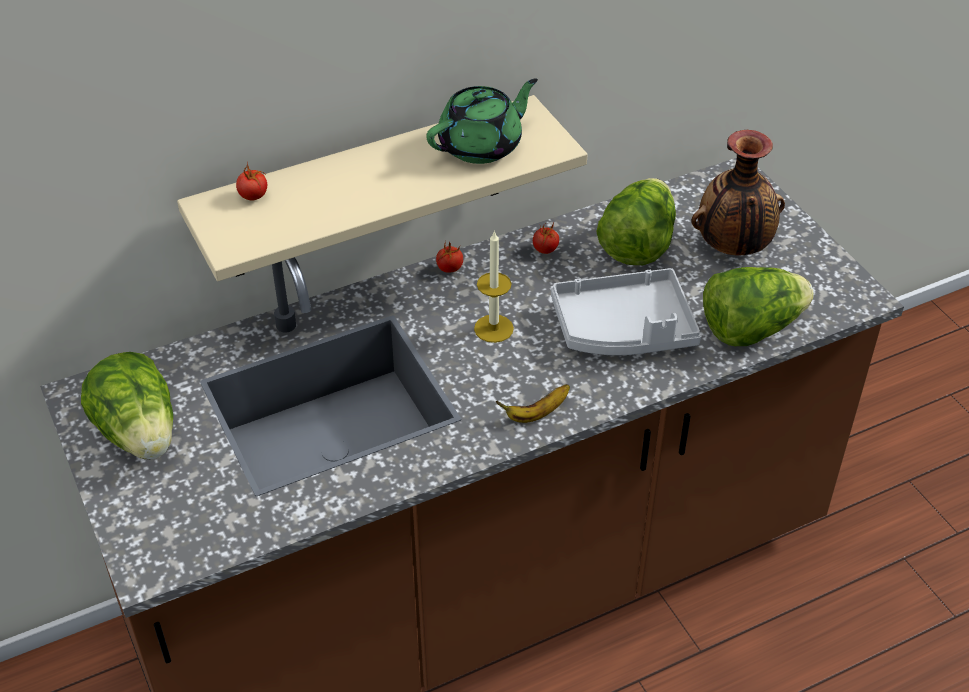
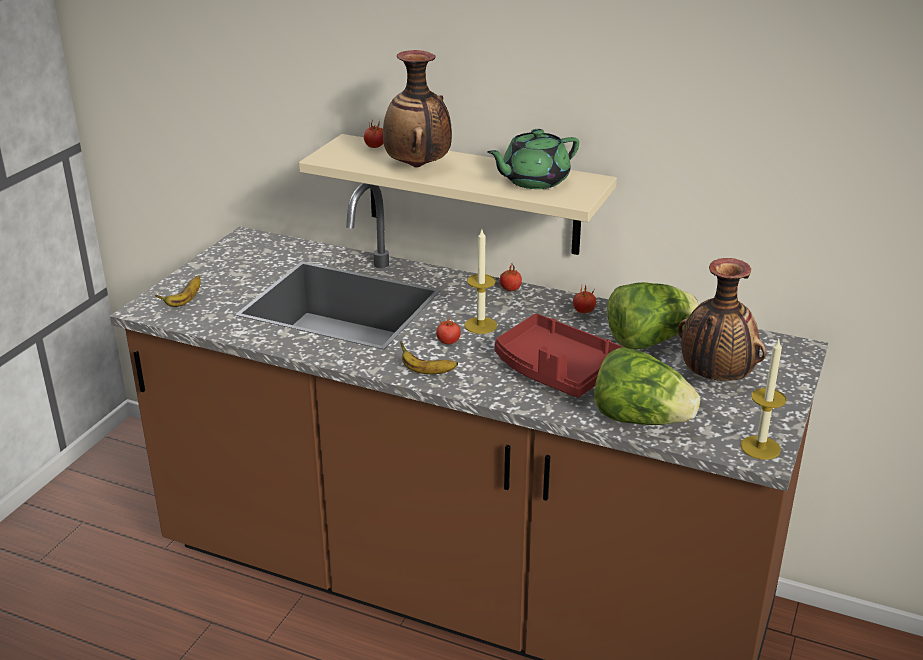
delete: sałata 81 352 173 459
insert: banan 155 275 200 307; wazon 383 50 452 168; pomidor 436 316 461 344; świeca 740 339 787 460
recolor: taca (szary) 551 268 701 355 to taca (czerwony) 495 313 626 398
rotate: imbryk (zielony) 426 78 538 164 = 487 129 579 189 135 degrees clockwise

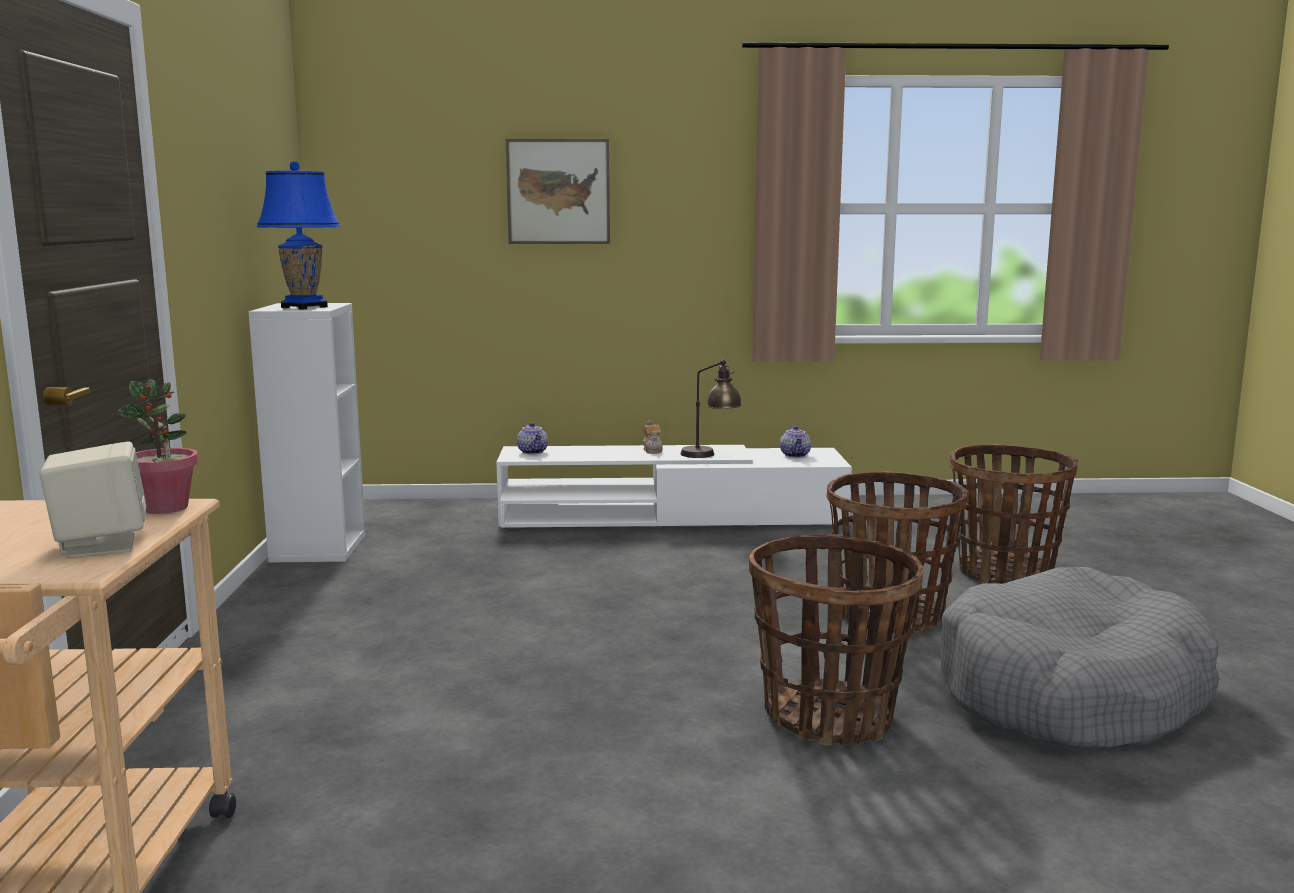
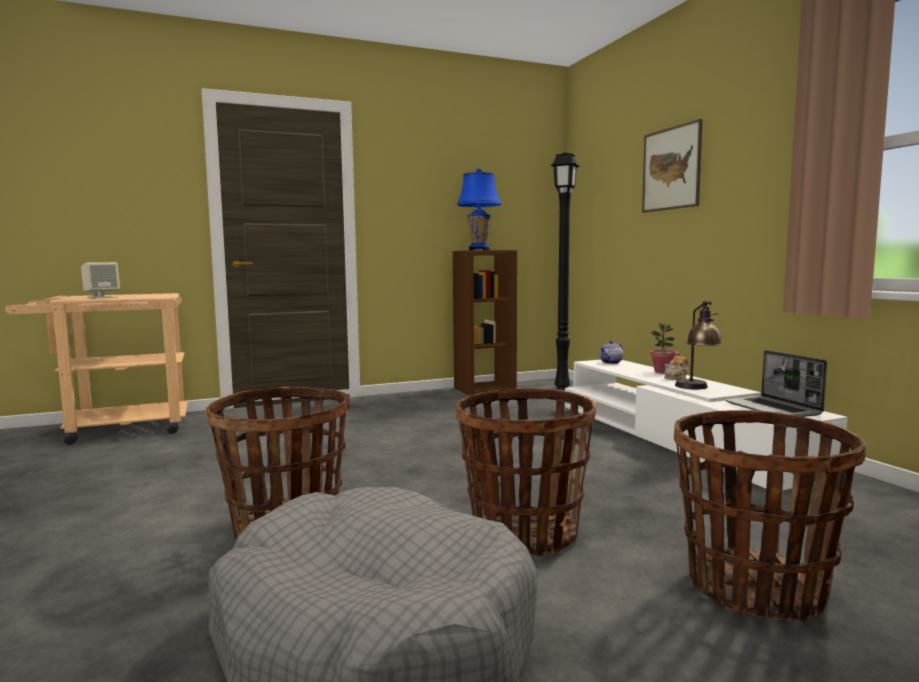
insert: lampa stojąca (czarny) 551 153 580 390
move: roślina doniczkowa 117 379 199 514 to 650 323 676 374
replace: imbryk 780 426 811 458 to laptop 724 350 827 417
recolor: regał (biały) 249 303 365 562 to regał (brązowy) 453 250 517 395

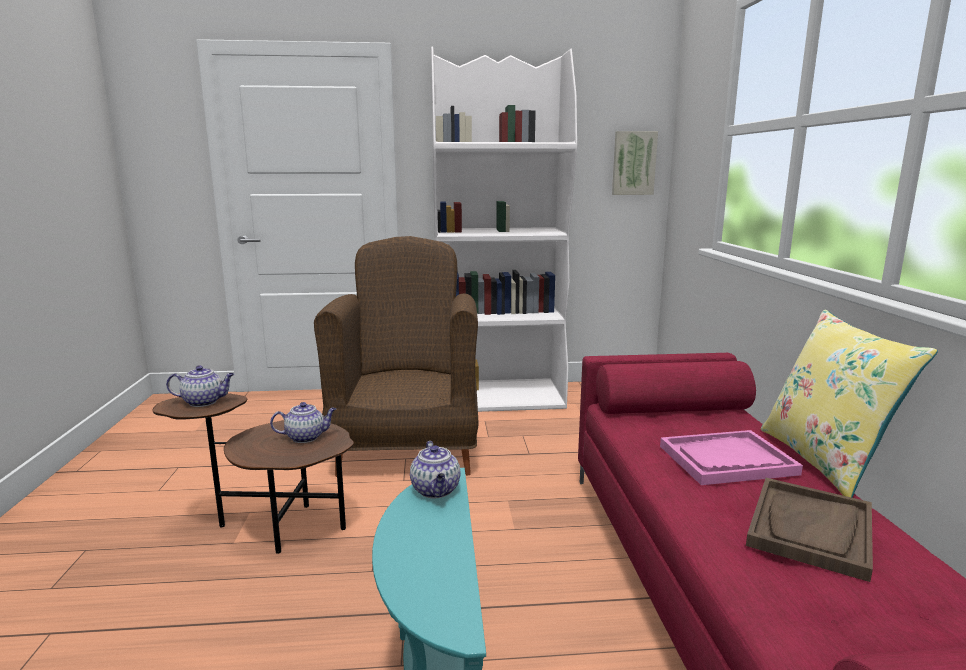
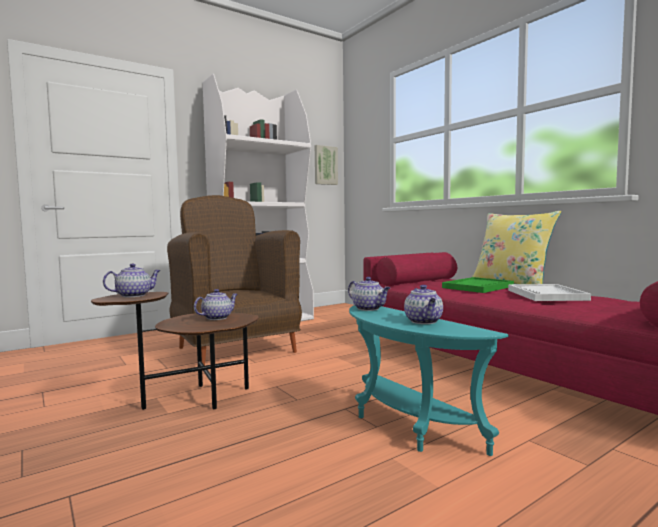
insert: imbryk 404 285 443 324
recolor: taca (różowy) 660 430 803 485 to taca (zielony) 442 277 514 293; taca (brązowy) 746 478 873 582 to taca (biały) 508 284 591 301

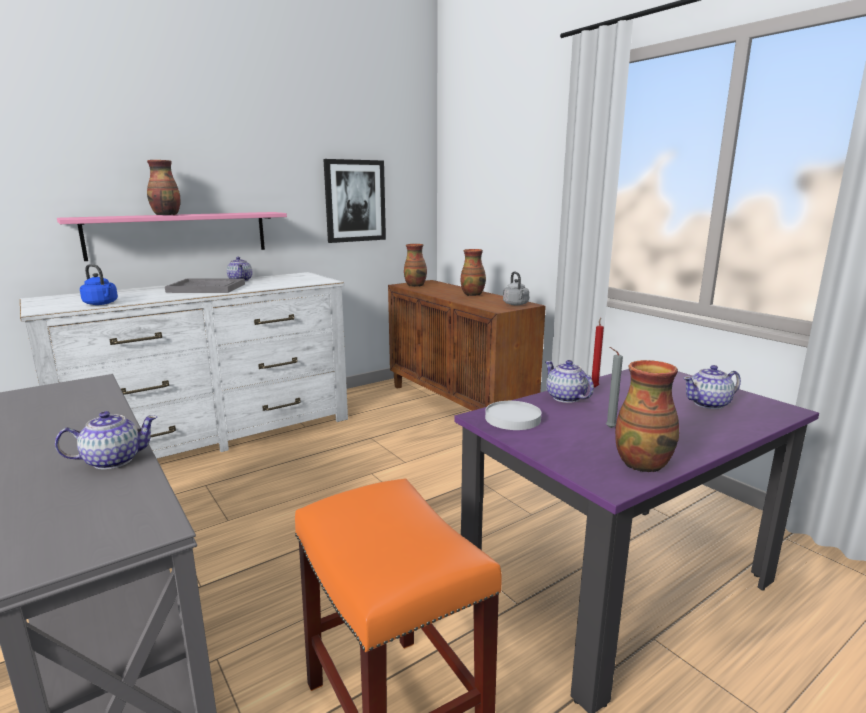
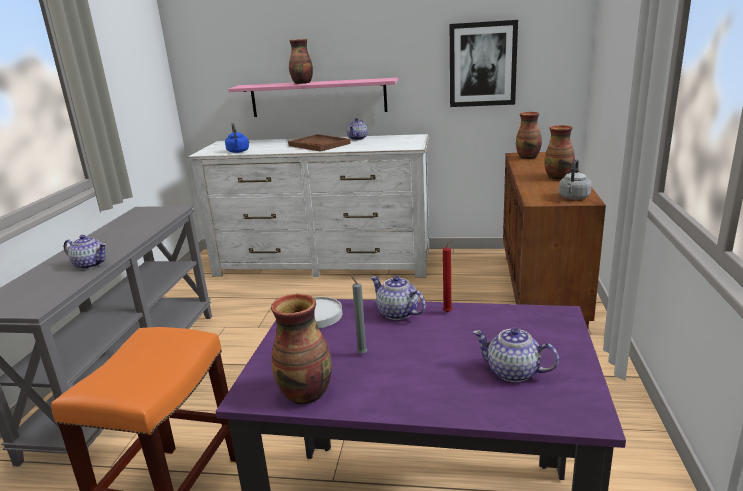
recolor: taca (szary) 165 279 245 293 to taca (brązowy) 288 134 350 152
rotate: imbryk 545 360 594 403 = 371 276 426 320 60 degrees counterclockwise

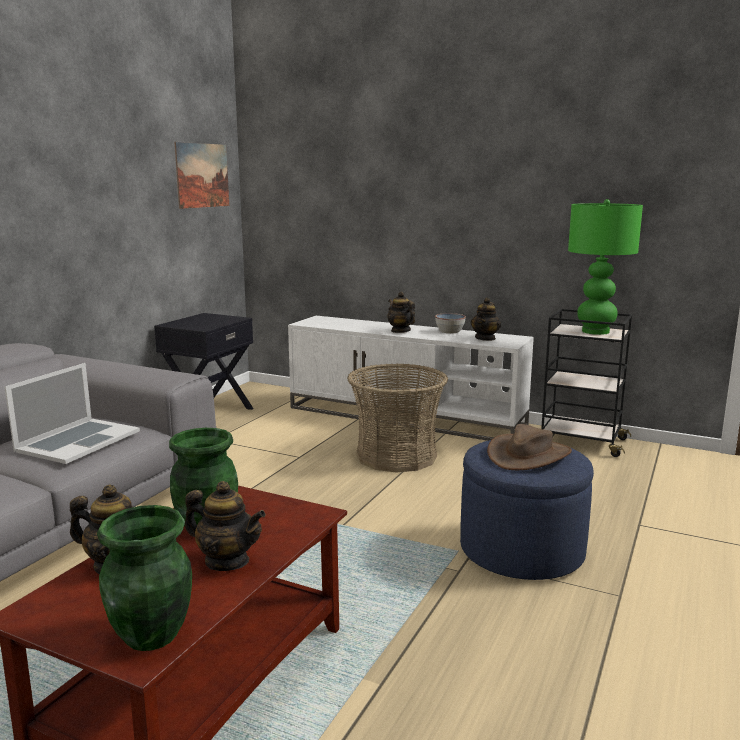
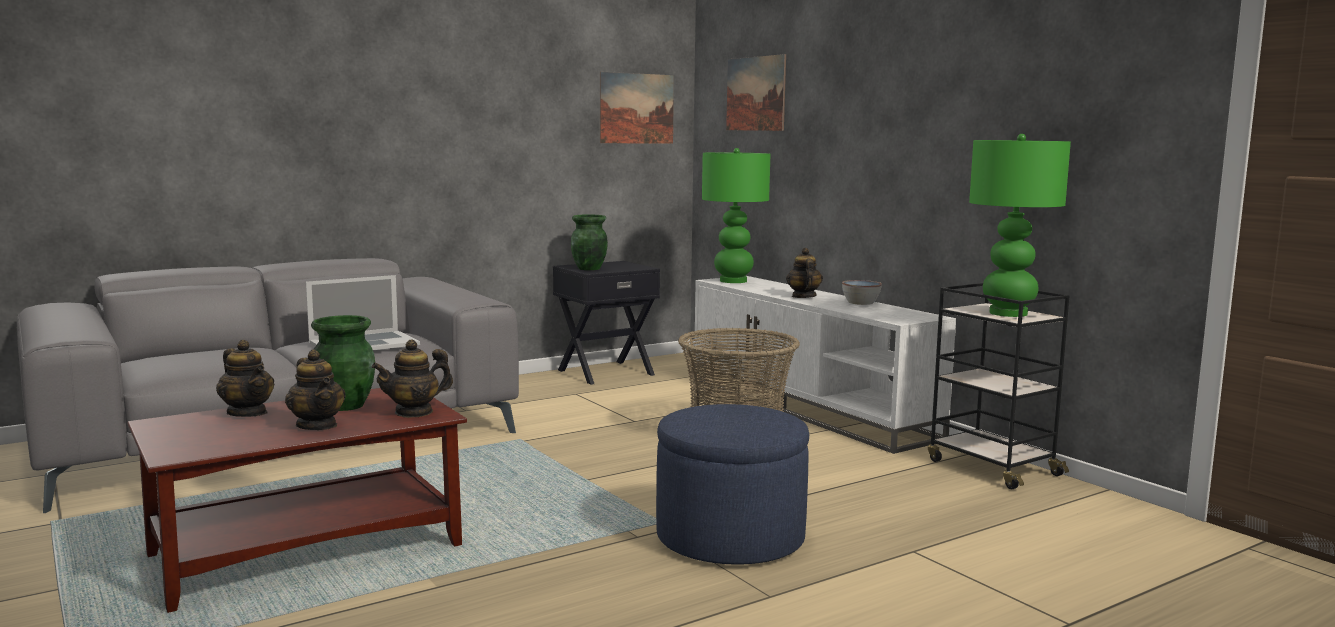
delete: kapelusz (brązowy) 487 424 572 470
insert: lampa stołowa (zielony) 702 148 771 283; obraz 726 54 786 131
move: wazon (zielony) 97 505 192 651 to 571 214 608 270; imbryk 471 298 501 341 to 372 340 453 418

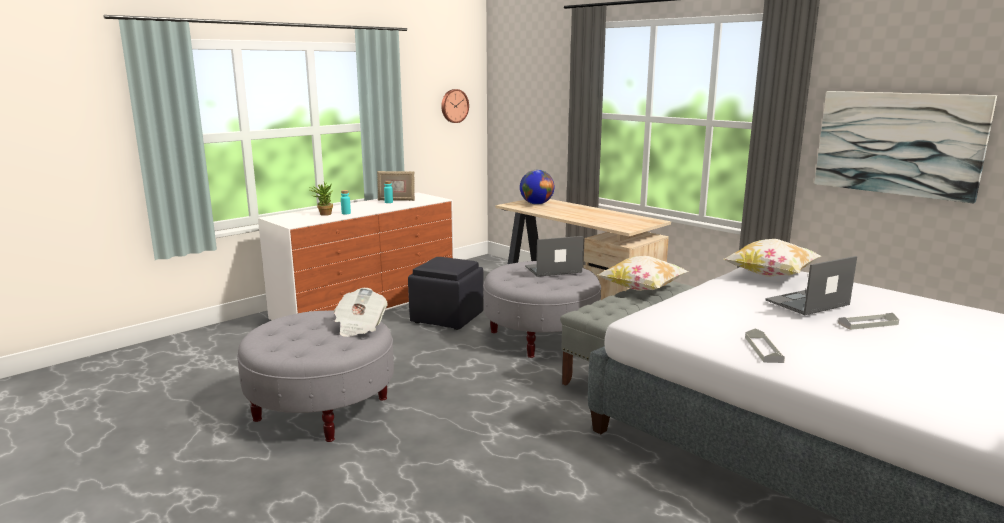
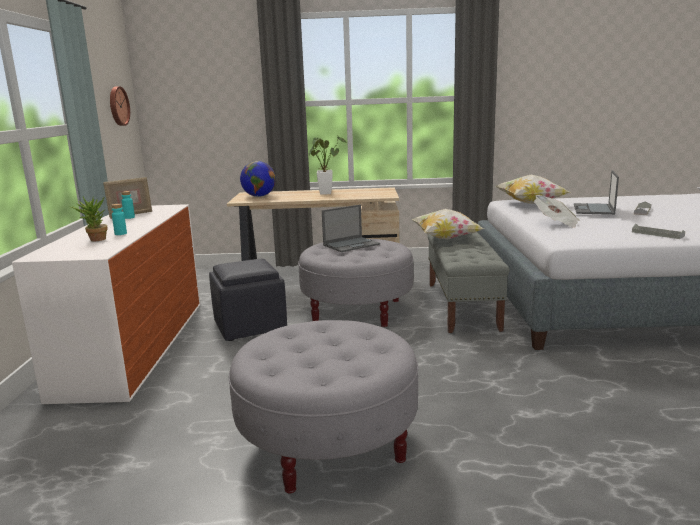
delete: obraz 814 91 997 204
insert: roślina doniczkowa 309 135 347 195
move: gazeta 334 288 388 337 to 534 195 580 228
rotate: laptop 525 236 583 277 = 322 204 380 252 150 degrees counterclockwise

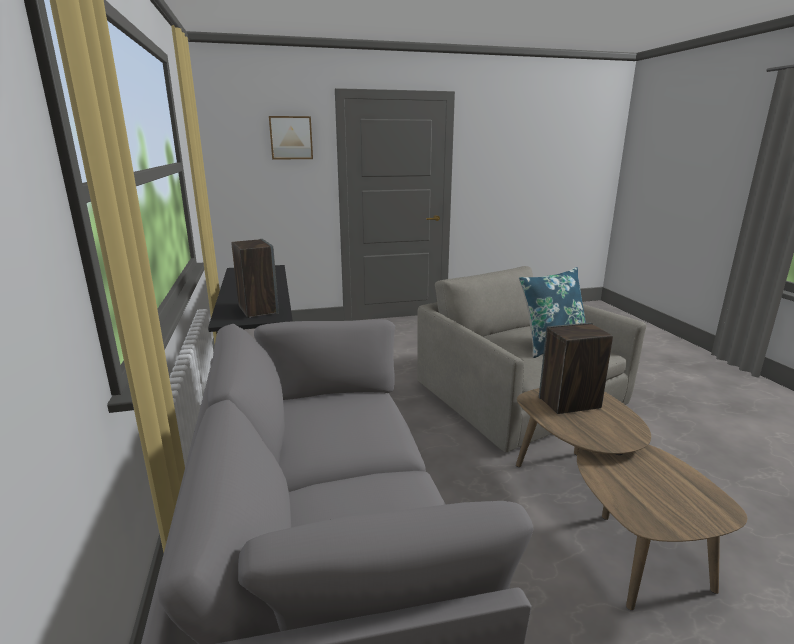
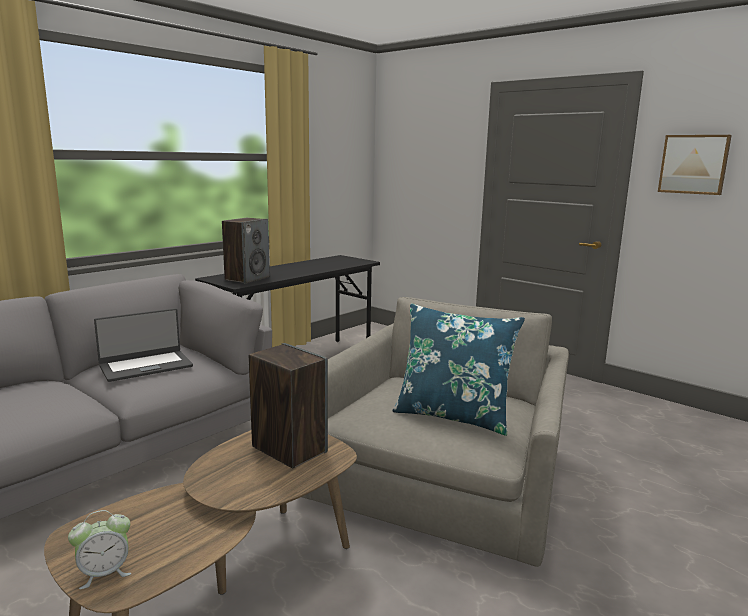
insert: budzik 68 510 131 589; laptop 94 308 193 382
move: obraz 269 116 313 160 to 658 135 732 195

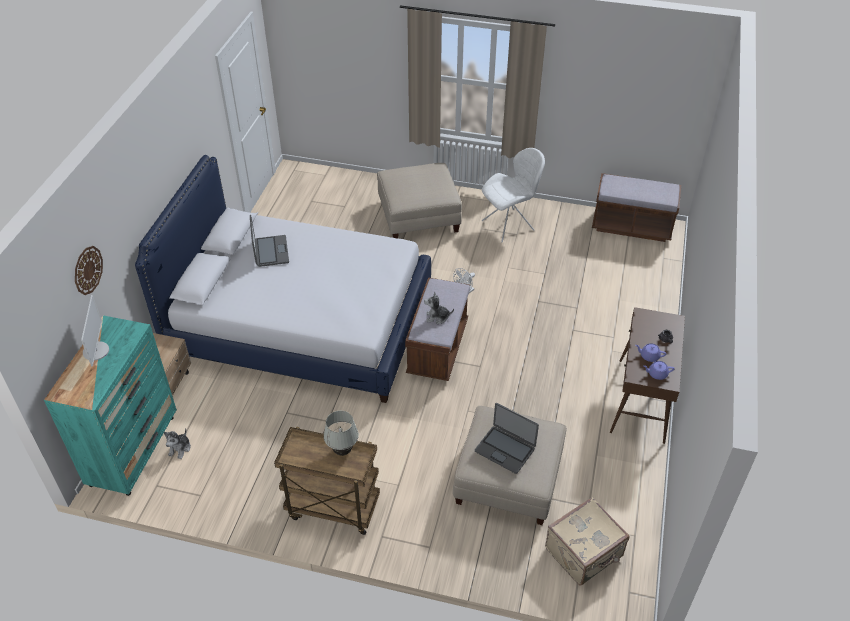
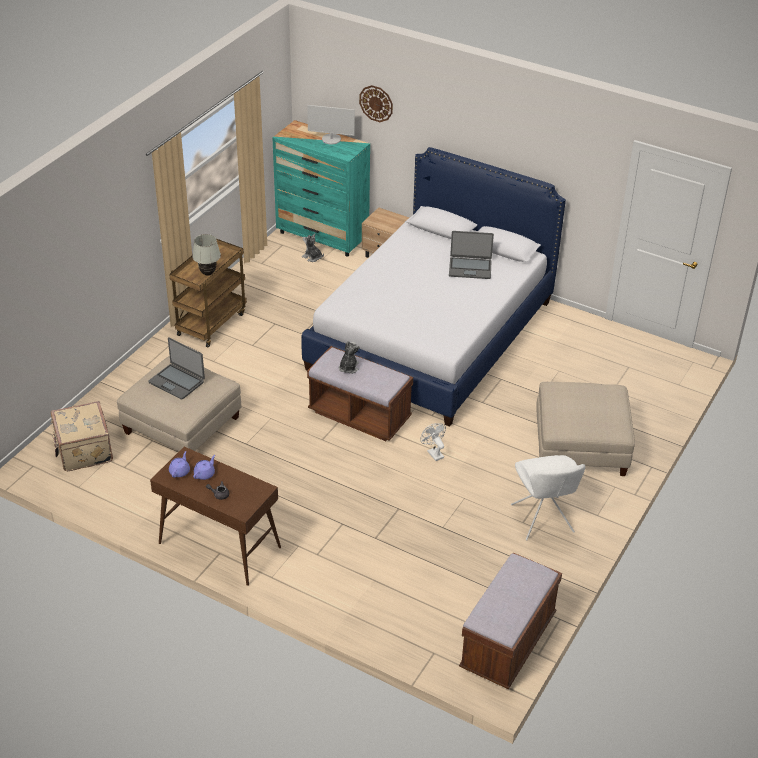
rotate: laptop 475 403 539 474 = 149 337 205 400 105 degrees counterclockwise

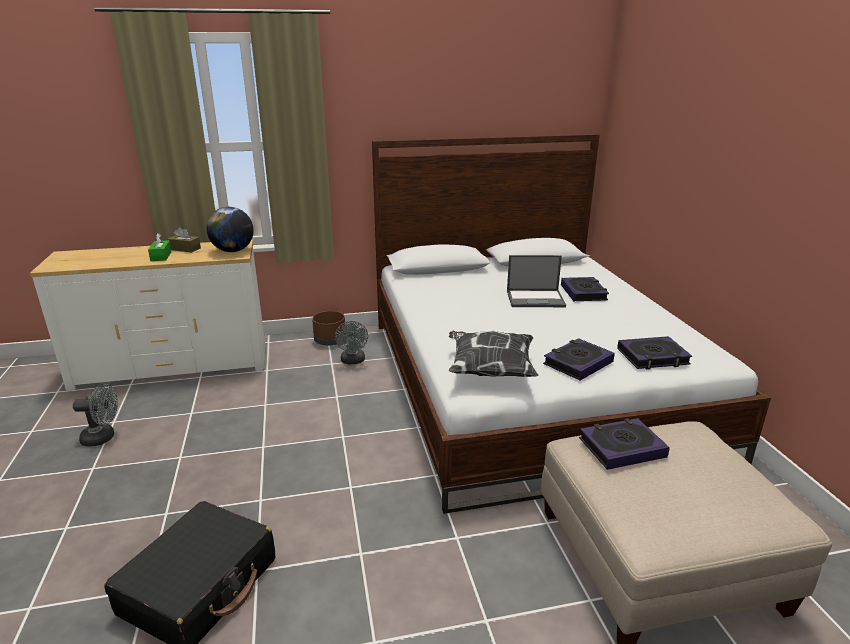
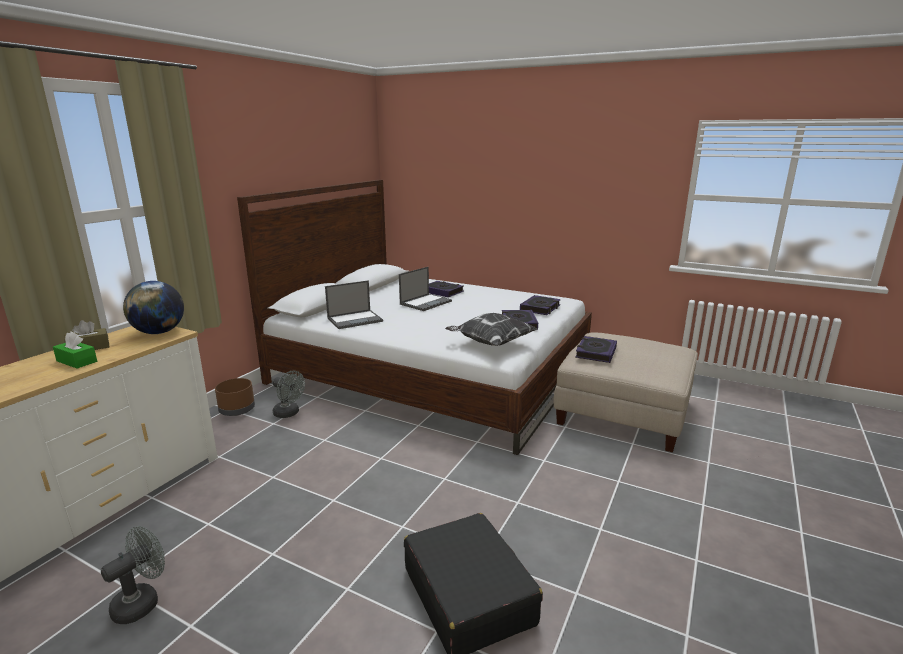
insert: laptop 325 280 383 329

